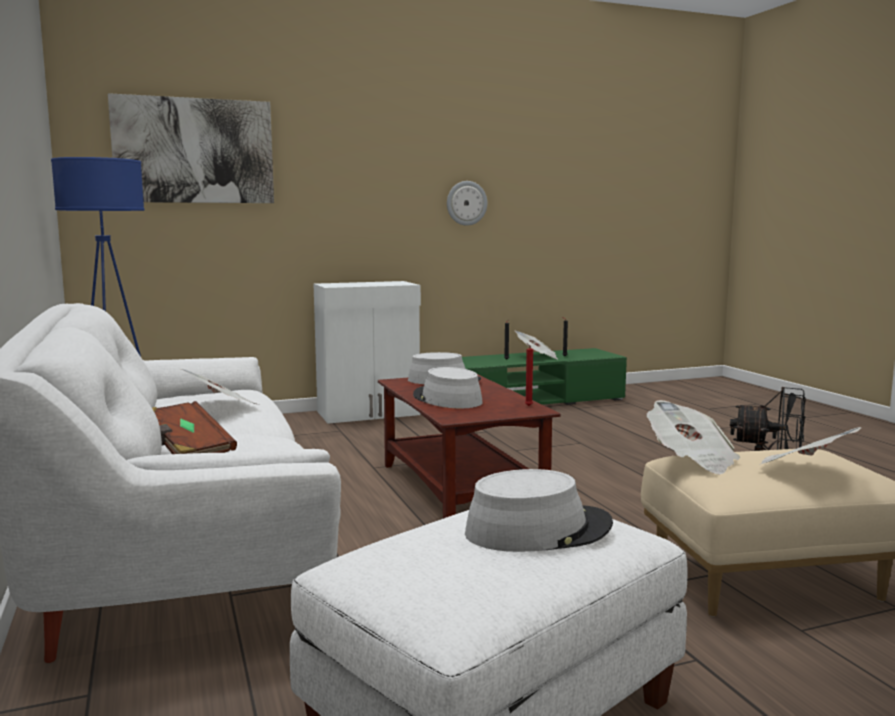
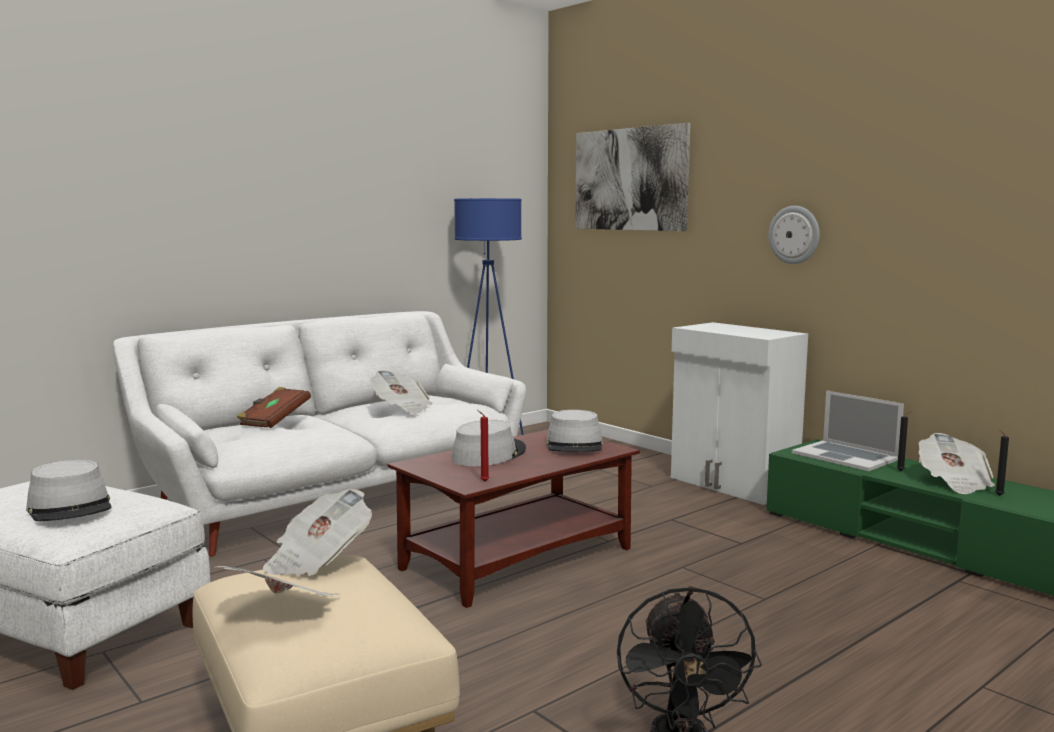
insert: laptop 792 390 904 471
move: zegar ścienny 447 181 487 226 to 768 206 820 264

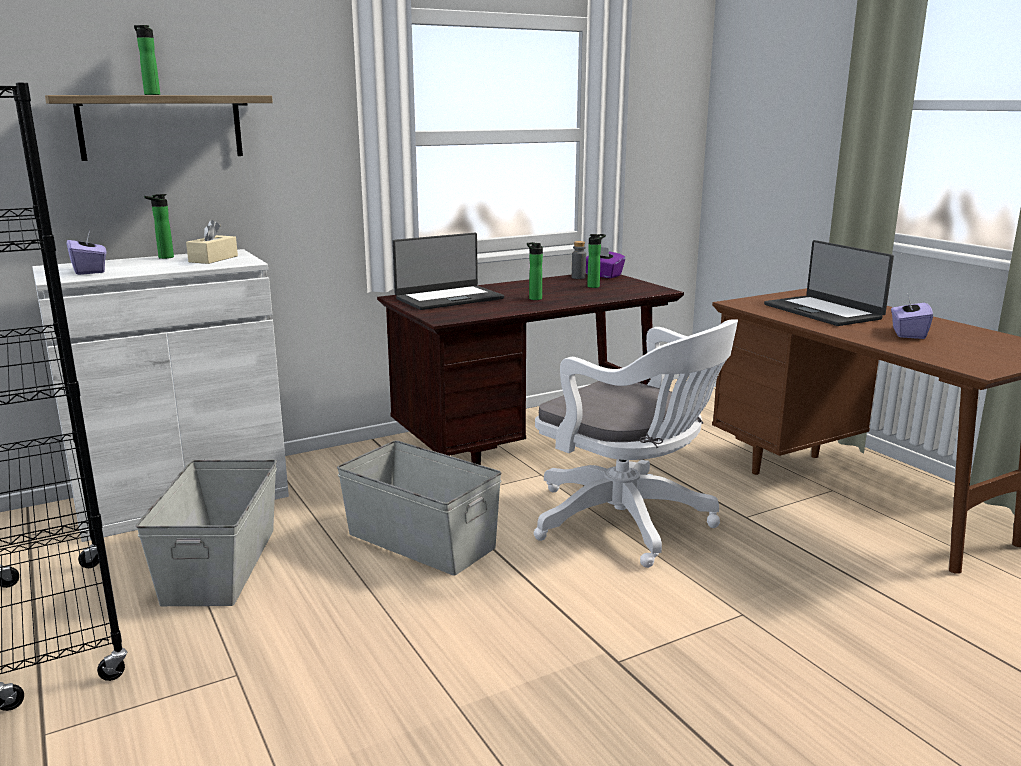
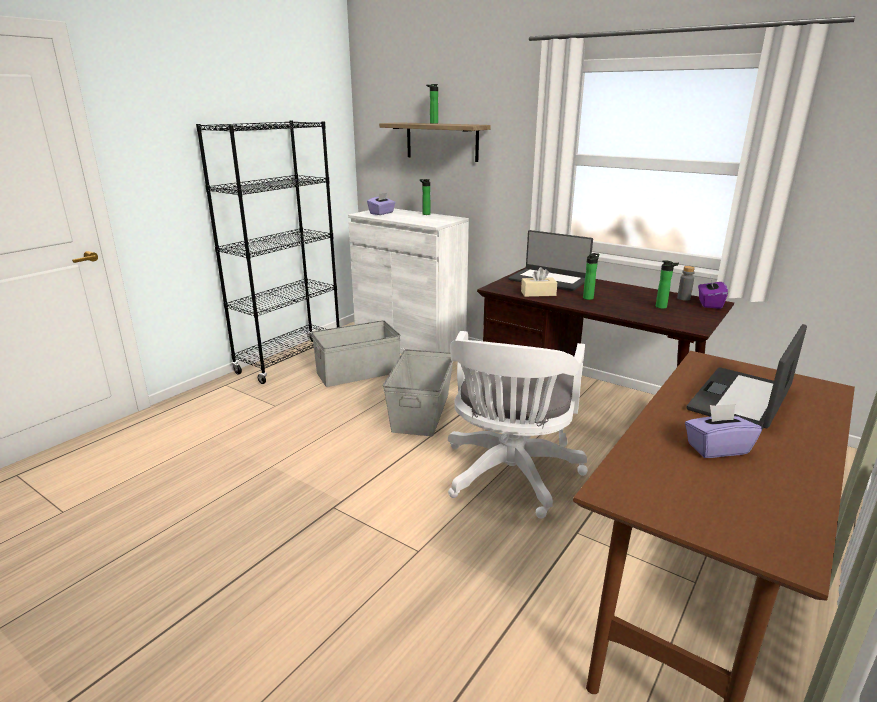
move: pudełko chusteczek (beżowy) 186 220 238 264 to 521 267 557 297

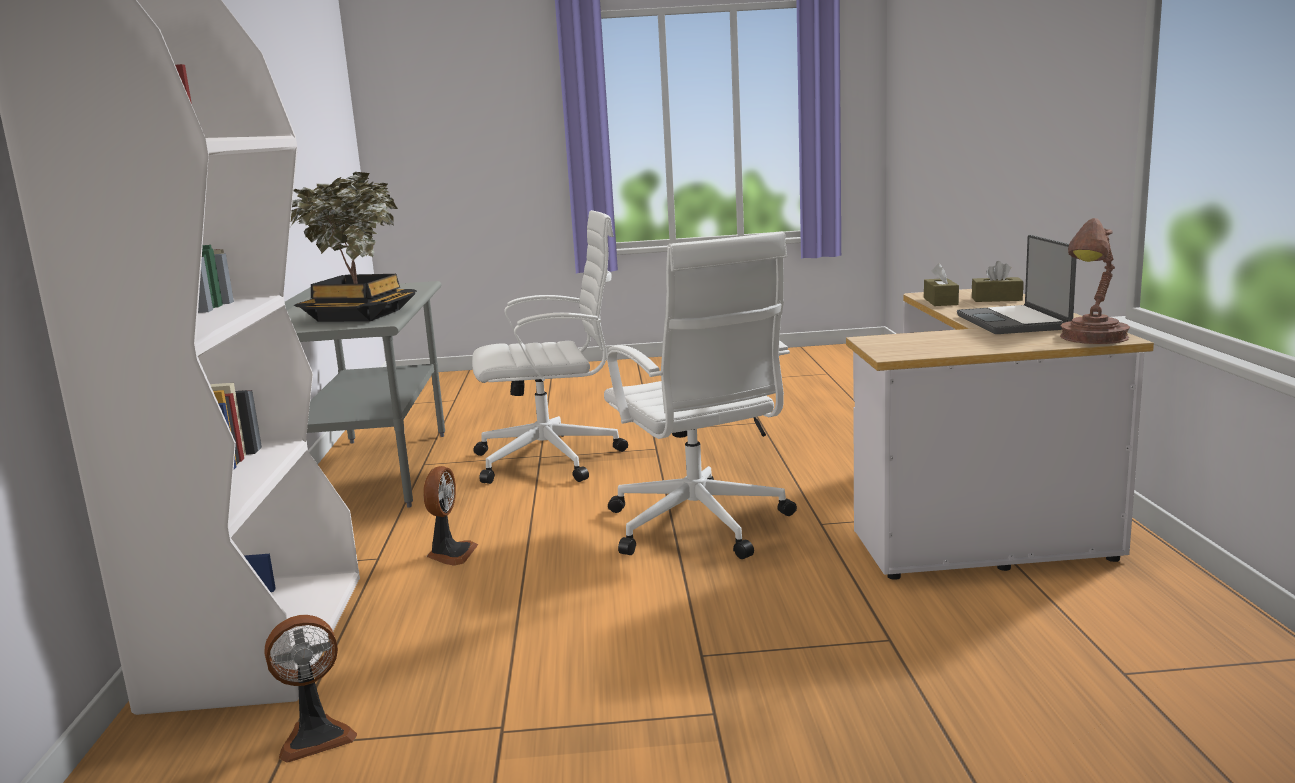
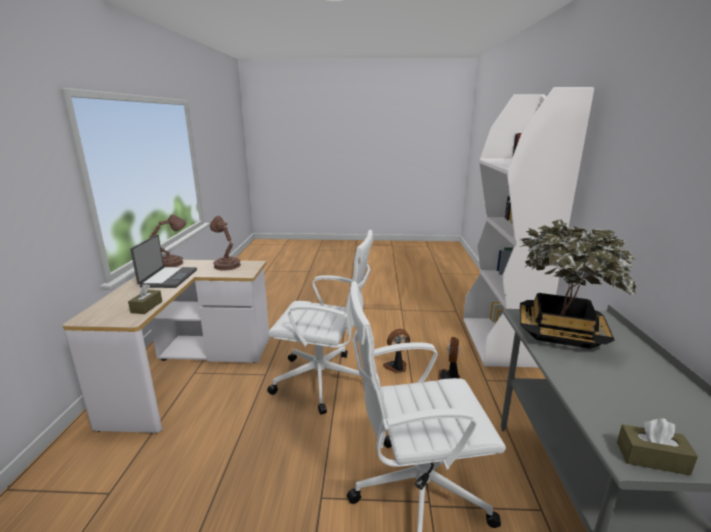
insert: lampa stołowa (brązowy) 210 216 241 271
move: wentylator 264 615 357 763 to 383 329 410 374; pudełko chusteczek (brązowy) 972 261 1023 302 to 617 418 698 476
rotate: krzesło biurowe (biały) 604 231 797 559 = 267 230 373 415 120 degrees clockwise

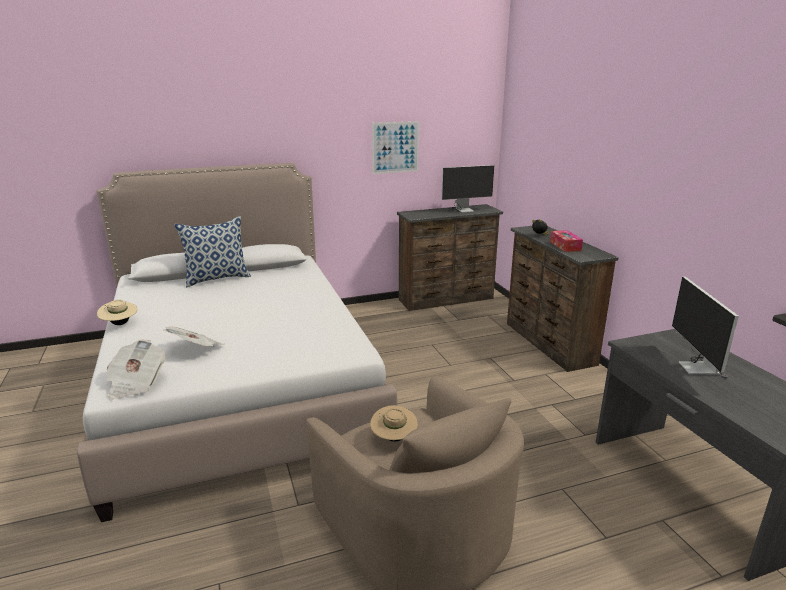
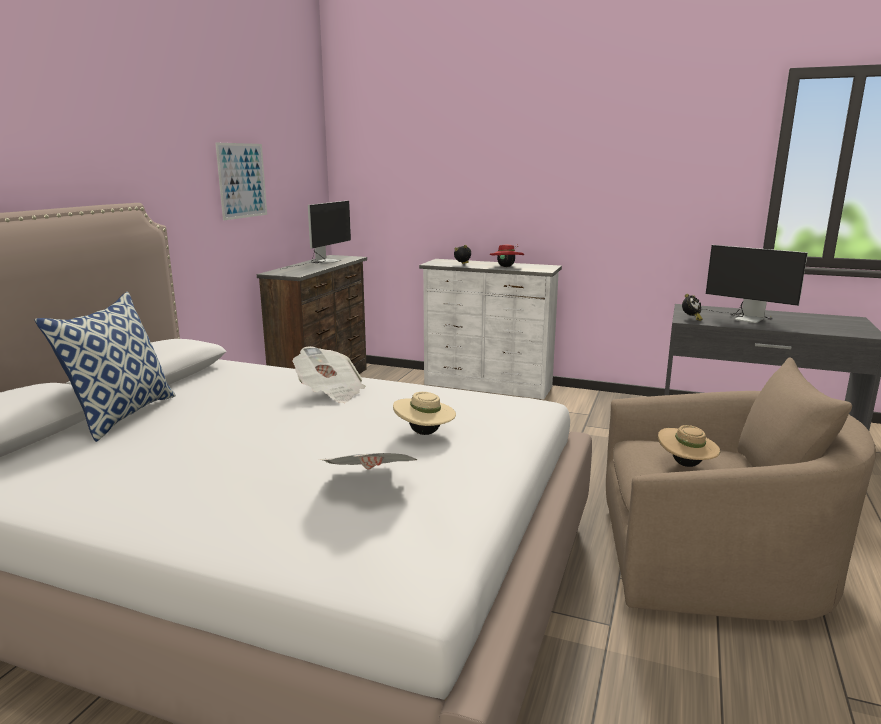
insert: budzik 682 294 703 321
move: kapelusz (beżowy) 97 300 138 325 to 393 392 456 435; gazeta 106 340 166 399 to 293 346 366 403
replace: pudełko chusteczek 550 230 583 252 to kapelusz (czerwony) 490 245 524 267
recolor: komoda (brązowy) 507 226 619 372 to komoda (biały) 419 259 562 399

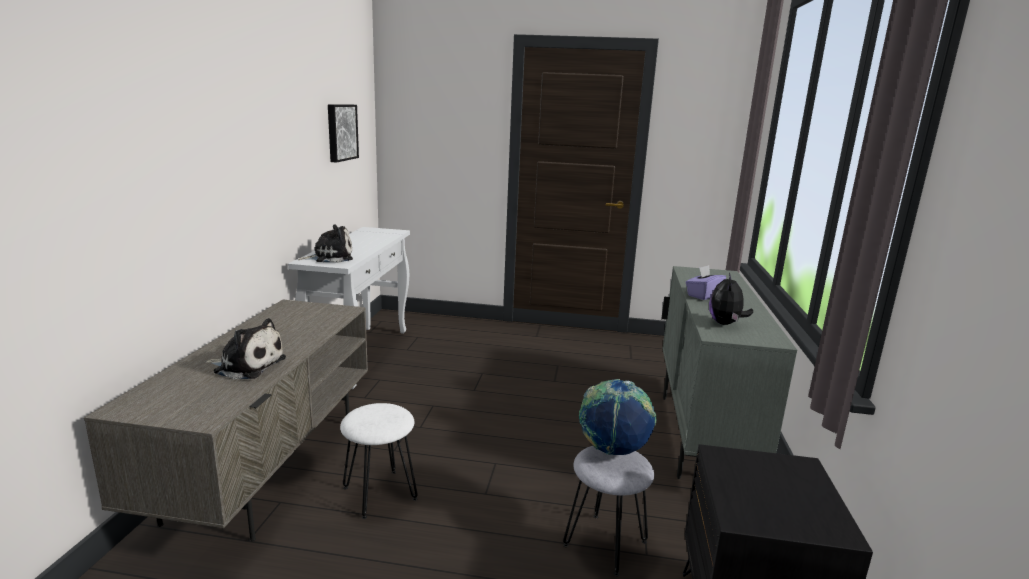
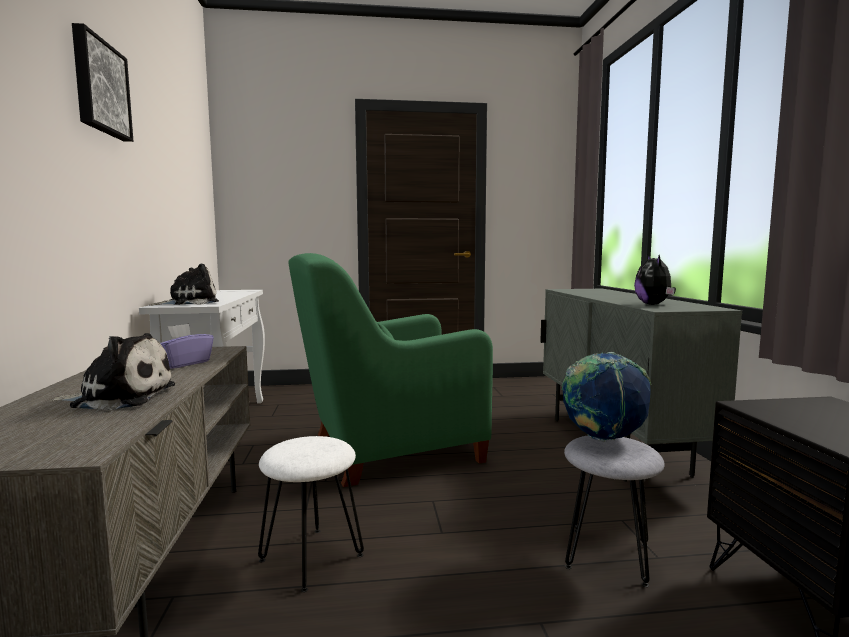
insert: fotel (zielony) 288 253 493 487
move: obraz 328 104 359 163 to 72 23 133 142; pudełko chusteczek (fioletowy) 686 265 726 300 to 160 323 214 369

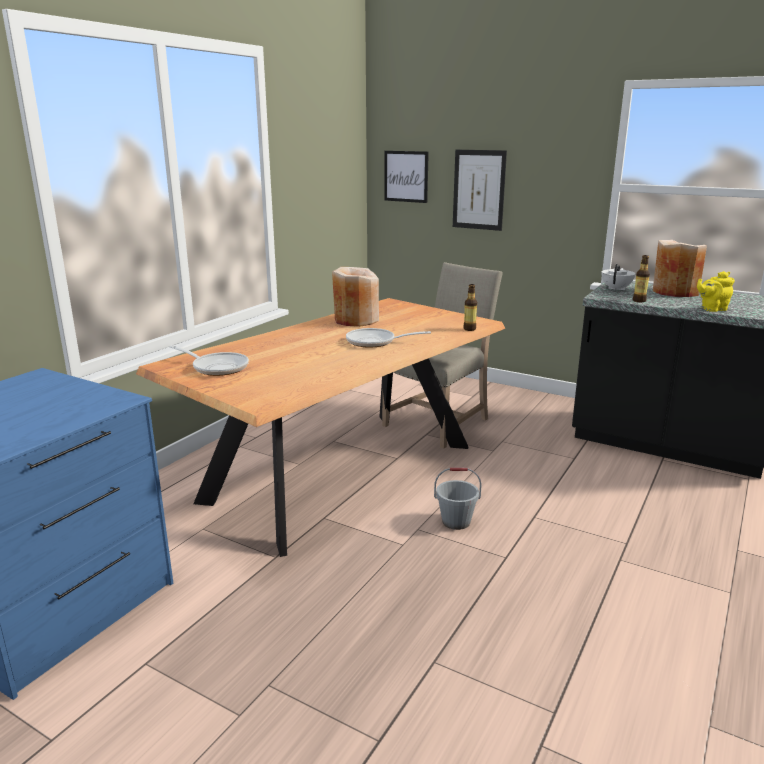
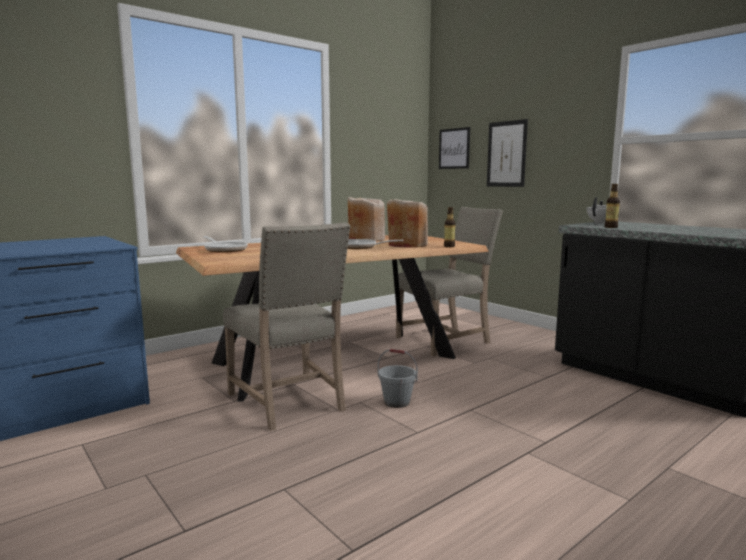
delete: imbryk (żółty) 697 271 735 312
insert: krzesło (beżowy) 223 223 351 431
move: wazon (beżowy) 653 240 707 297 to 387 199 428 247

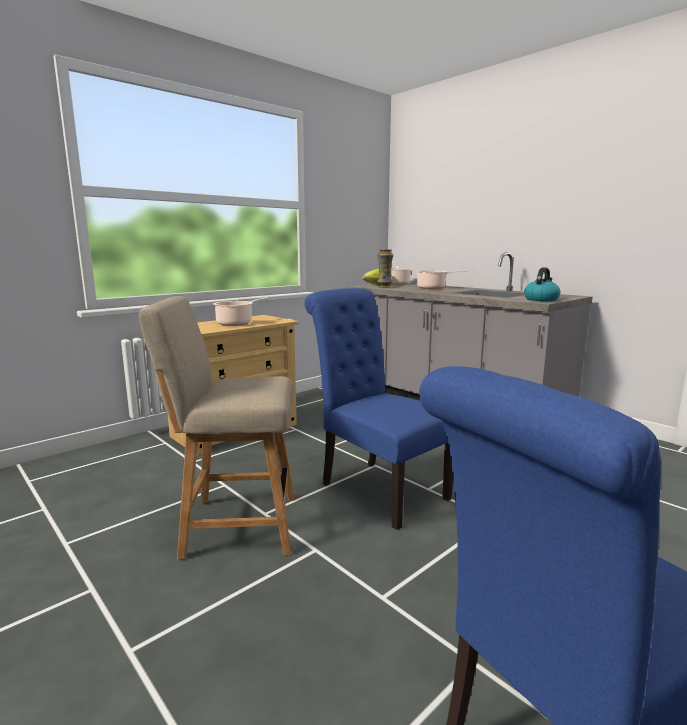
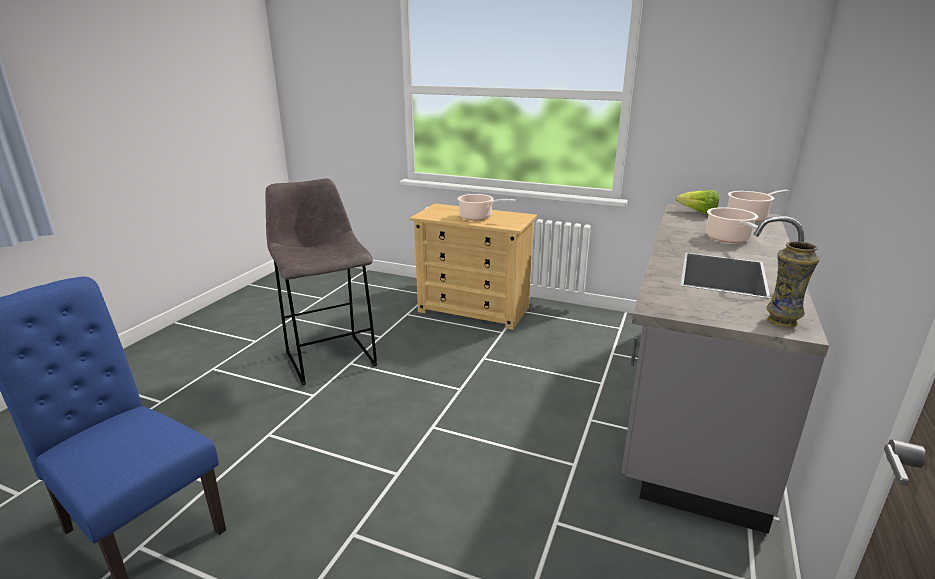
delete: krzesło (niebieski) 304 288 453 530; czajnik 524 267 560 301
move: wazon 377 249 393 288 to 766 241 820 328
replace: krzesło (beżowy) 139 296 295 560 to stołek (szary) 266 179 377 386

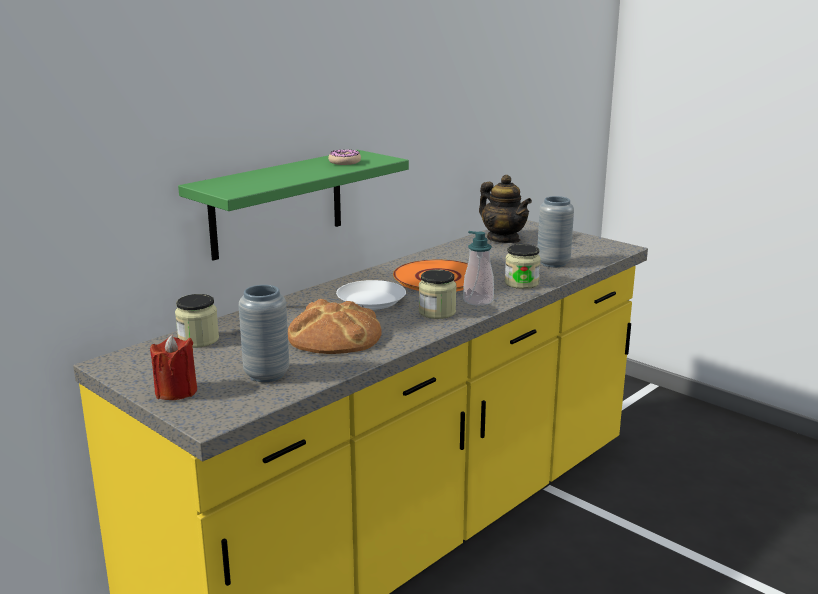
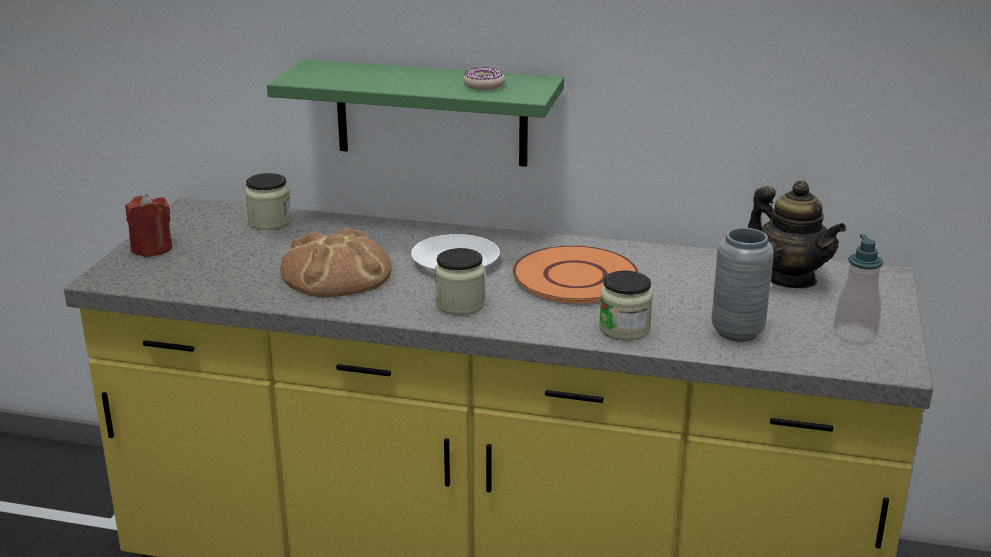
delete: wazon (szary) 239 285 289 382
move: dozownik mydła 463 231 494 306 to 833 234 883 343
rotate: imbryk 479 175 532 243 = 748 180 846 288 60 degrees counterclockwise

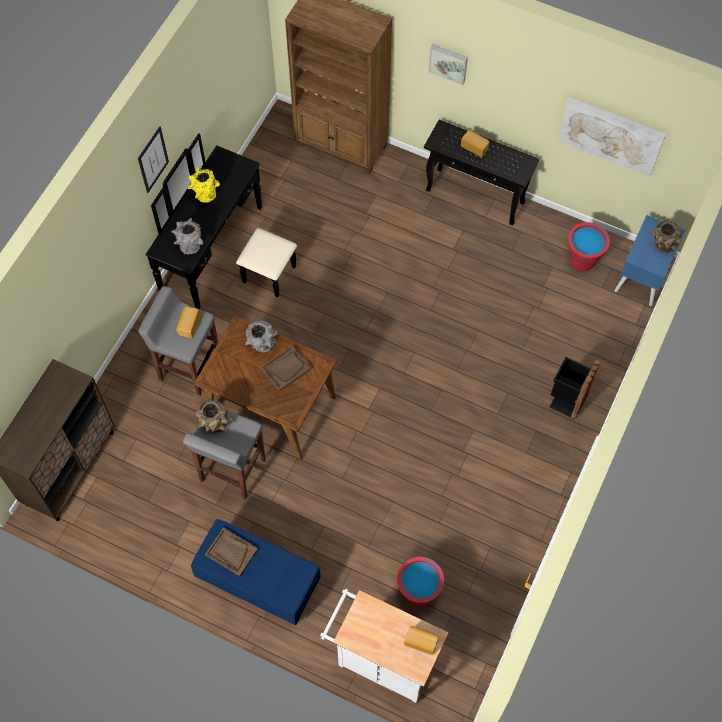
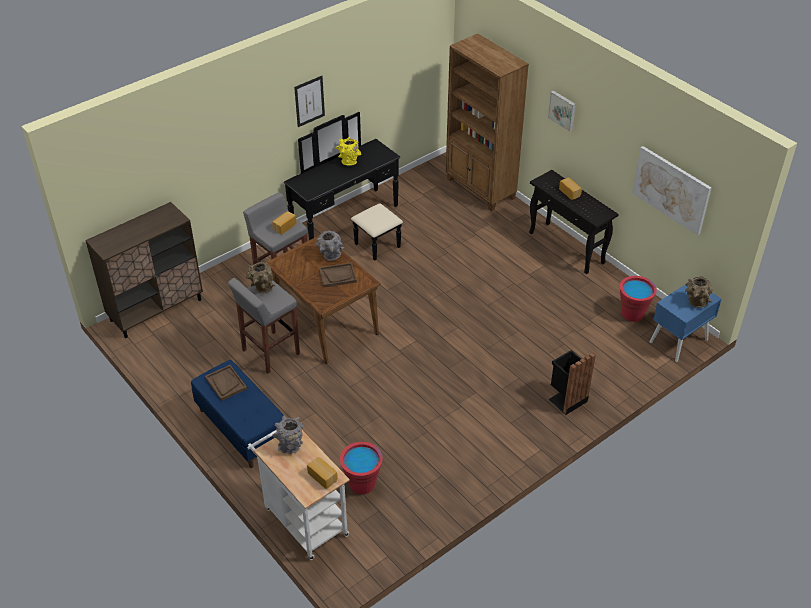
move: wazon (szary) 171 218 204 255 to 273 416 304 454

